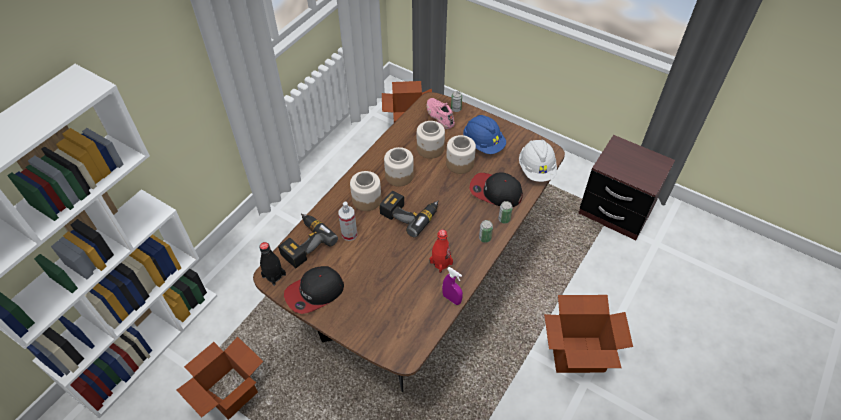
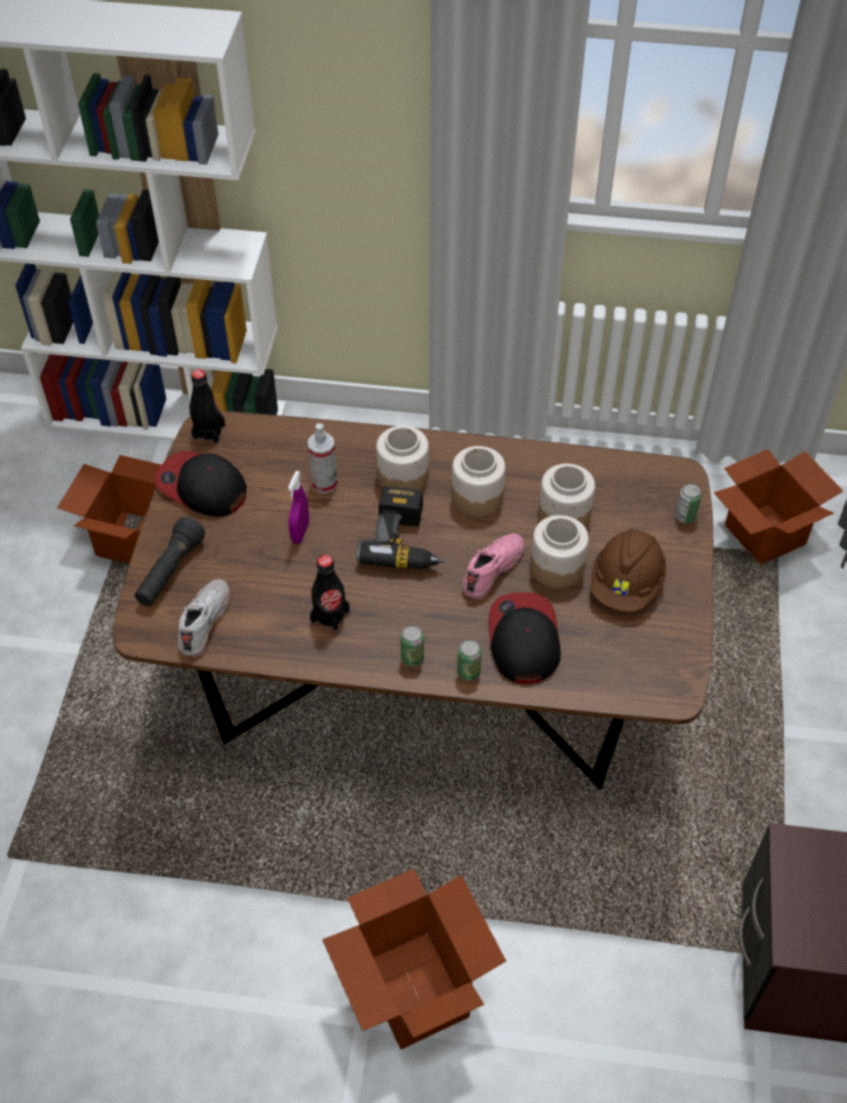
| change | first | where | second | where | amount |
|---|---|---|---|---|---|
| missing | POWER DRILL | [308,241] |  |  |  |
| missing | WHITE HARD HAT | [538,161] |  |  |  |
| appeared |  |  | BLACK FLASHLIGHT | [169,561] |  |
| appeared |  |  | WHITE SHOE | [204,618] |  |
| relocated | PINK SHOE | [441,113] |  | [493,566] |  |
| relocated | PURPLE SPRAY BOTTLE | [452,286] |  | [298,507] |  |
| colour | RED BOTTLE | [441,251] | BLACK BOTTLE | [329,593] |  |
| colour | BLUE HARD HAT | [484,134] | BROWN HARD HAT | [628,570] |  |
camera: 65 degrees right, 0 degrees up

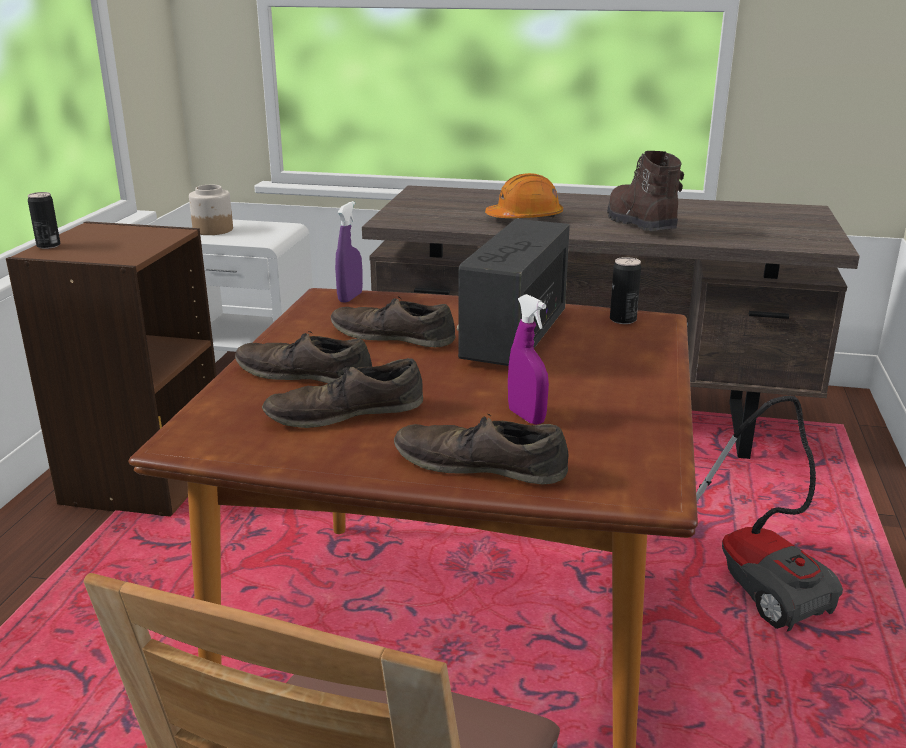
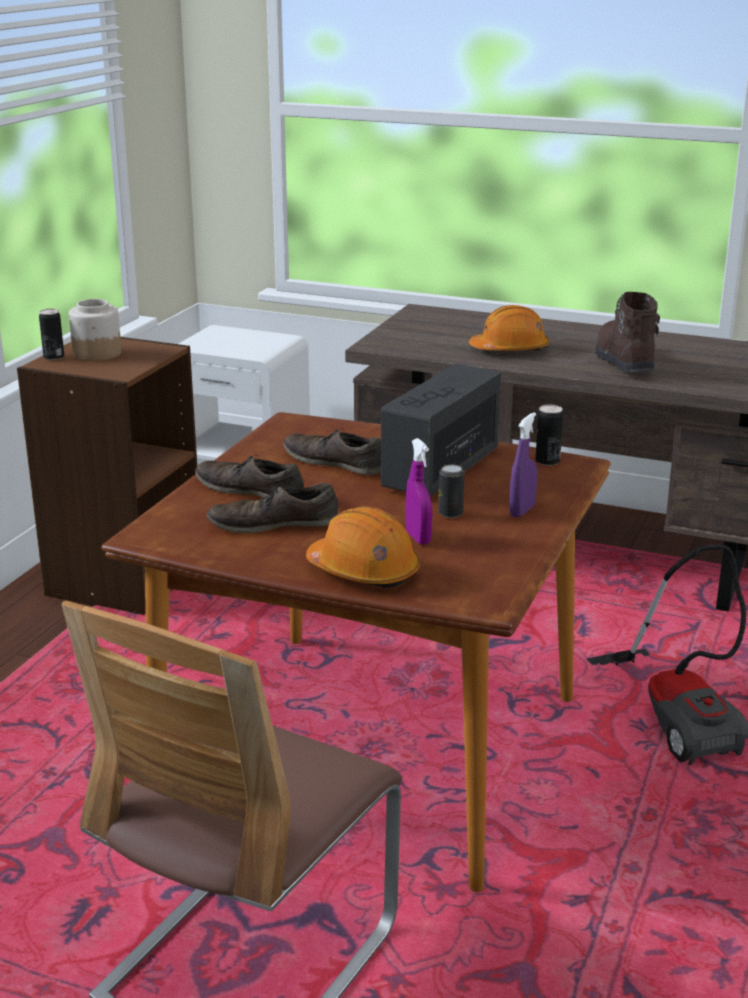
| change | first | where | second | where | amount |
|---|---|---|---|---|---|
| appeared |  |  | CAN | [451,491] |  |
| relocated | JAR | [211,210] |  | [95,330] |  |
| relocated | PURPLE SPRAY BOTTLE | [349,252] |  | [523,464] |  |
| exchanged | BROWN SHOE | [481,449] | ORANGE HARD HAT | [363,547] |  |
camera: 10 degrees right, 0 degrees up

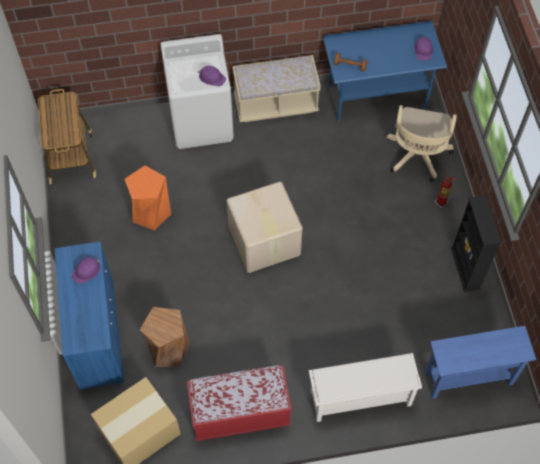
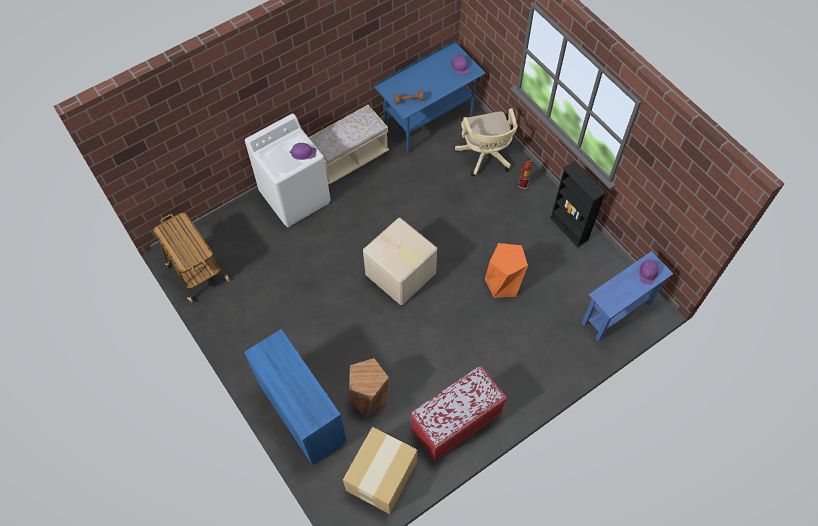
| change | first | where | second | where | amount |
|---|---|---|---|---|---|
| missing | WHITE SHOE RACK | [365,387] |  |  |  |
| relocated | PURPLE HARD HAT | [86,270] |  | [648,271] |  |
| relocated | ORANGE STOOL | [148,197] |  | [506,270] |  |
camera: 25 degrees left, 0 degrees up

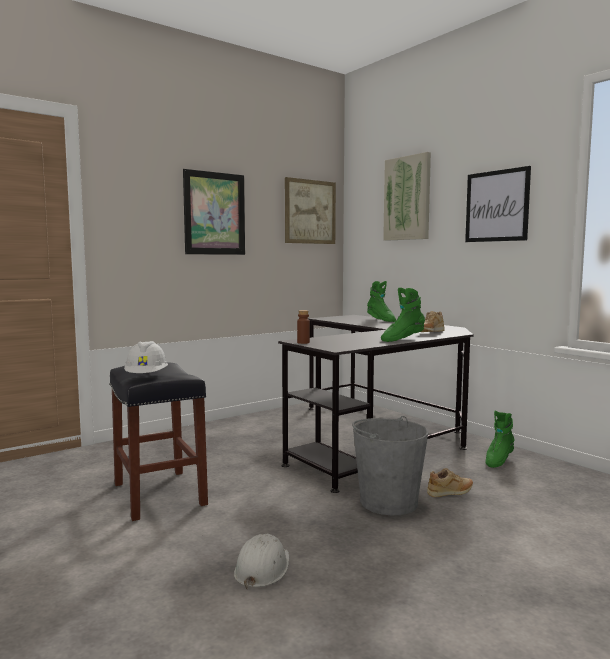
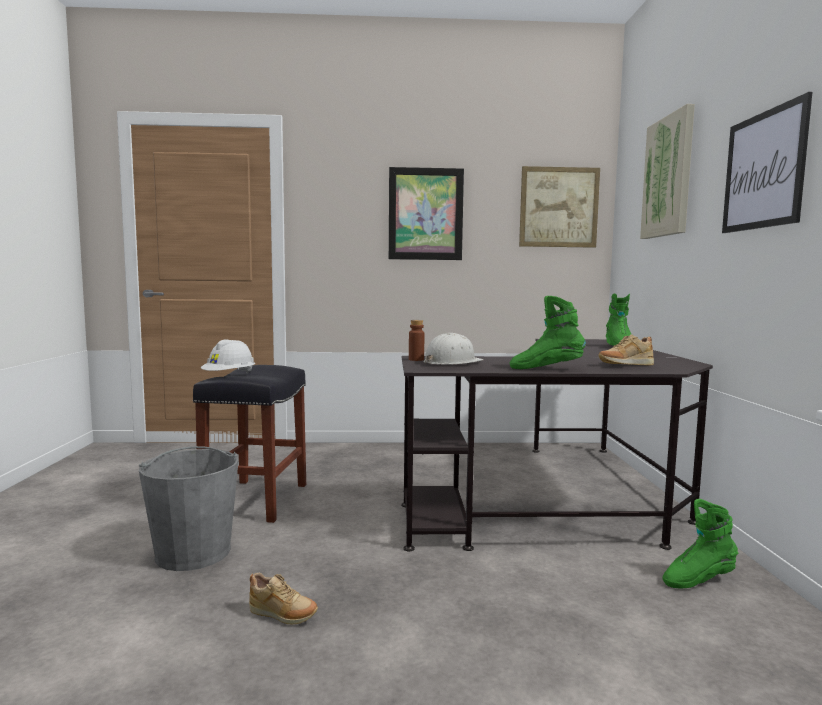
| change | first | where | second | where | amount |
|---|---|---|---|---|---|
| relocated | WHITE HARD HAT | [261,562] |  | [453,349] |  |
| relocated | GREY BUCKET | [390,465] |  | [189,508] |  |
| relocated | BEIGE SHOE | [450,482] |  | [283,598] |  |
camera: 35 degrees right, 0 degrees up

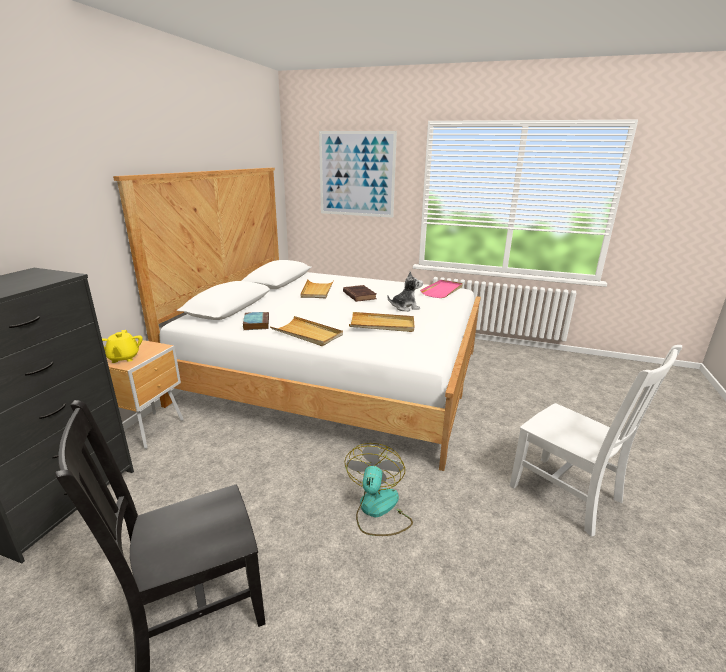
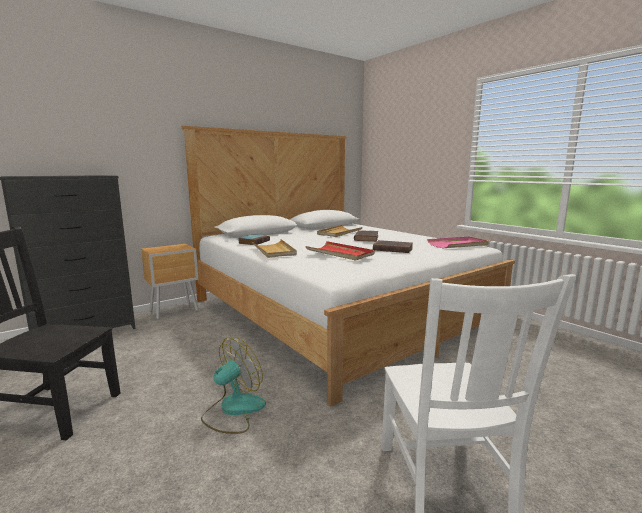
| change | first | where | second | where | amount |
|---|---|---|---|---|---|
| missing | YELLOW TEAPOT | [122,346] |  |  |  |
| missing | PICTURE | [358,174] |  |  |  |
| exchanged | PLUSH TOY | [405,291] | BROWN BOOK | [393,246] |  |
| colour | BEIGE TRAY | [381,322] | RED TRAY | [340,251] |  |
camera: 35 degrees right, 10 degrees down

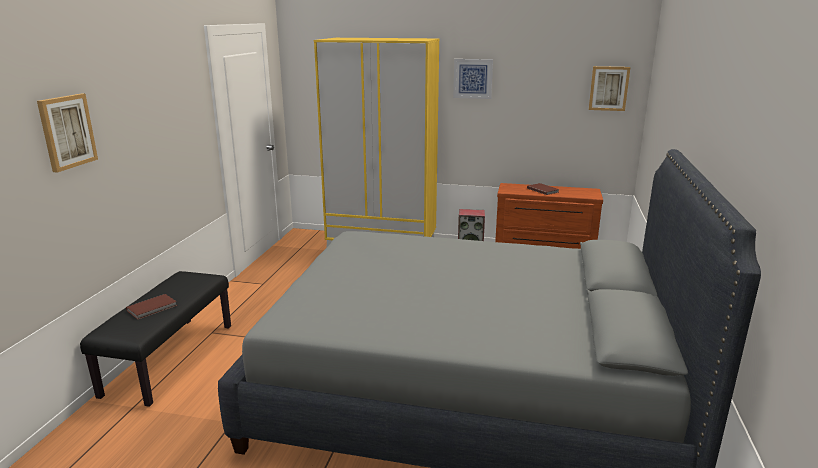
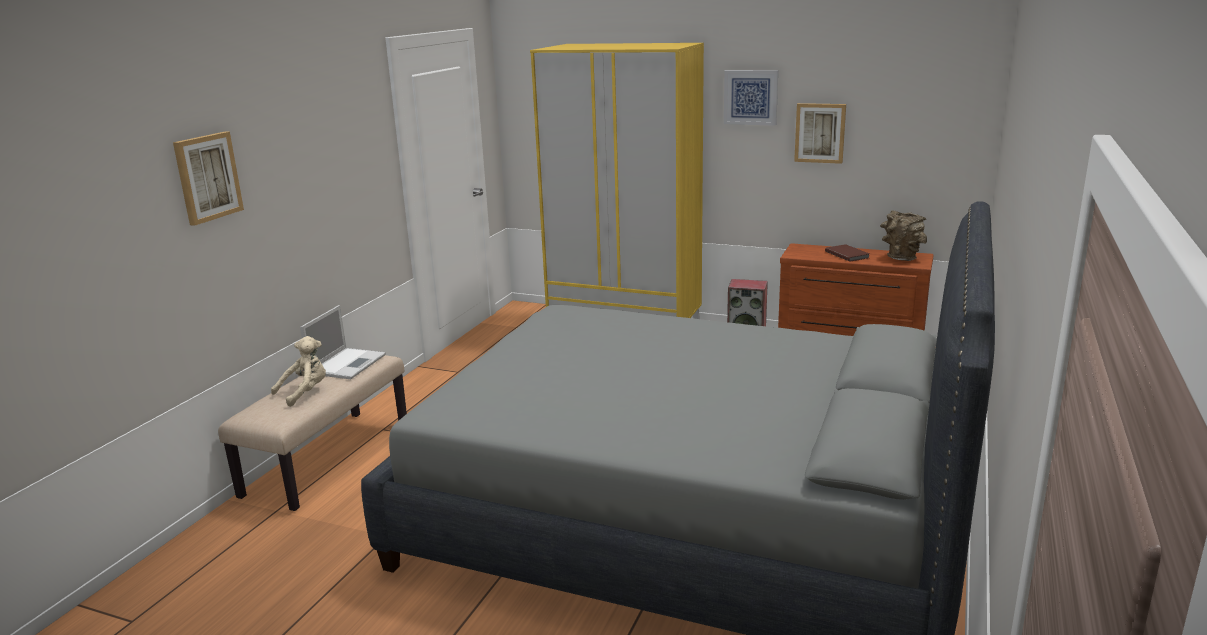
| change | first | where | second | where | amount |
|---|---|---|---|---|---|
| appeared |  |  | LAPTOP | [343,342] |  |
| appeared |  |  | BROWN VASE | [903,235] |  |
| relocated | PICTURE | [610,88] |  | [820,133] |  |
| exchanged | BROWN BOOK | [151,307] | BEIGE PLUSH TOY | [298,371] |  |
| colour | BLACK BENCH | [155,339] | BEIGE BENCH | [312,433] |  |
camera: 10 degrees right, 0 degrees up

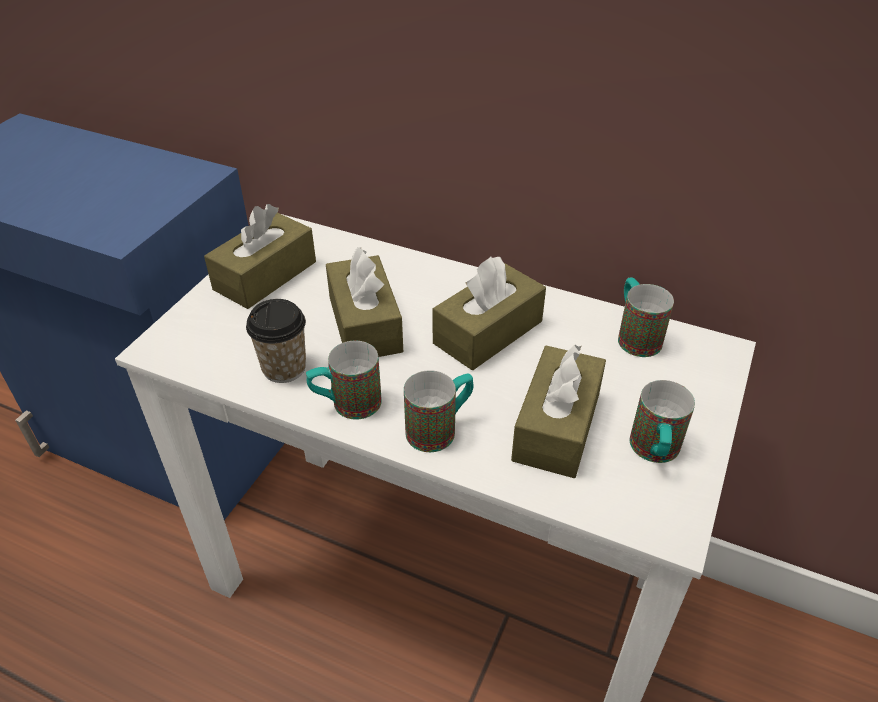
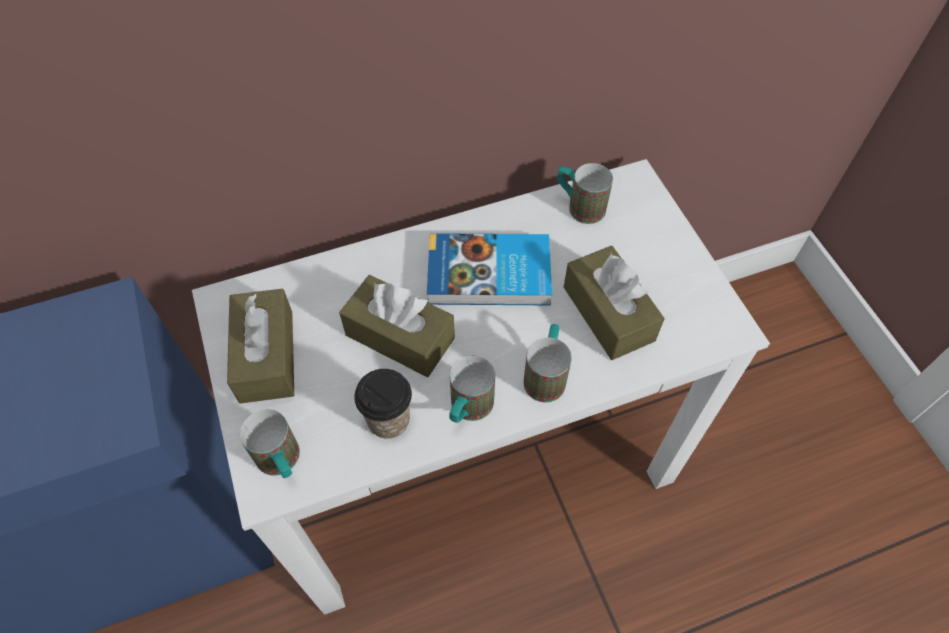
| change | first | where | second | where | amount |
|---|---|---|---|---|---|
| relocated | MUG | [662,421] |  | [270,443] |  |
| exchanged | BROWN TISSUE BOX | [489,313] | BOOK | [489,269] |  |
camera: 45 degrees left, 15 degrees up

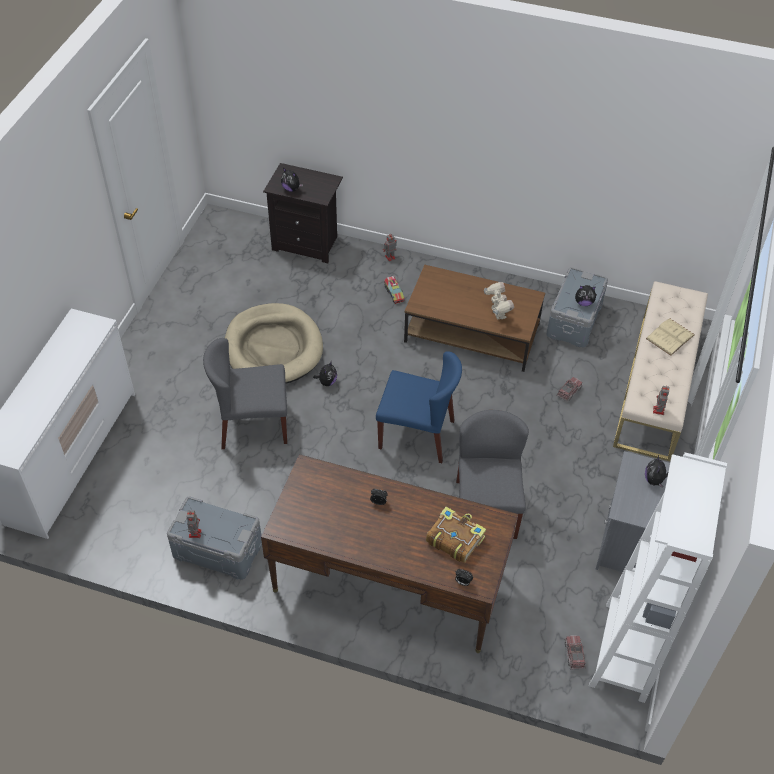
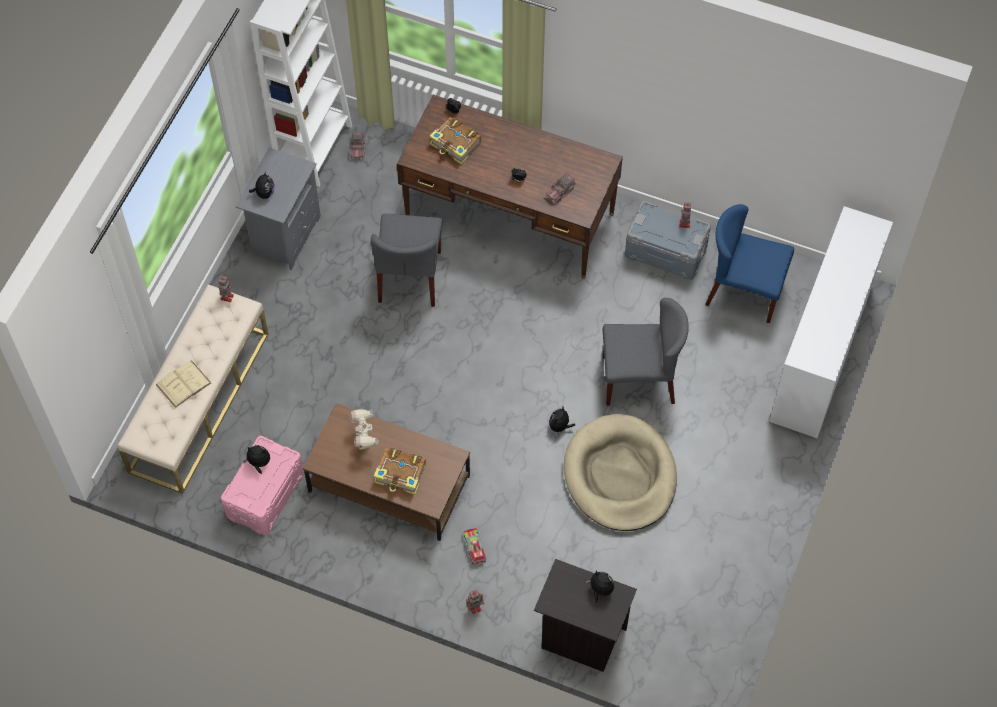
| change | first | where | second | where | amount |
|---|---|---|---|---|---|
| appeared |  |  | BOOK | [400,471] |  |
| relocated | BLUE CHAIR | [419,407] |  | [749,263] |  |
| relocated | TOY TRUCK | [569,389] |  | [561,188] |  |
| colour | GREY STORAGE BOX | [577,307] | PINK STORAGE BOX | [262,485] |  |
camera: 175 degrees left, 10 degrees up

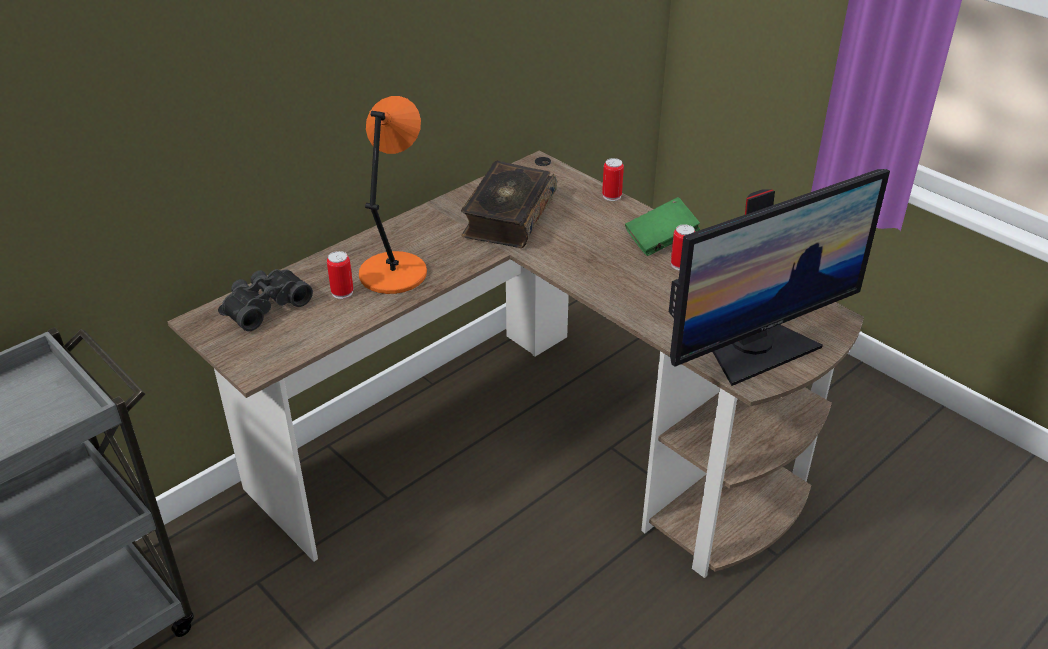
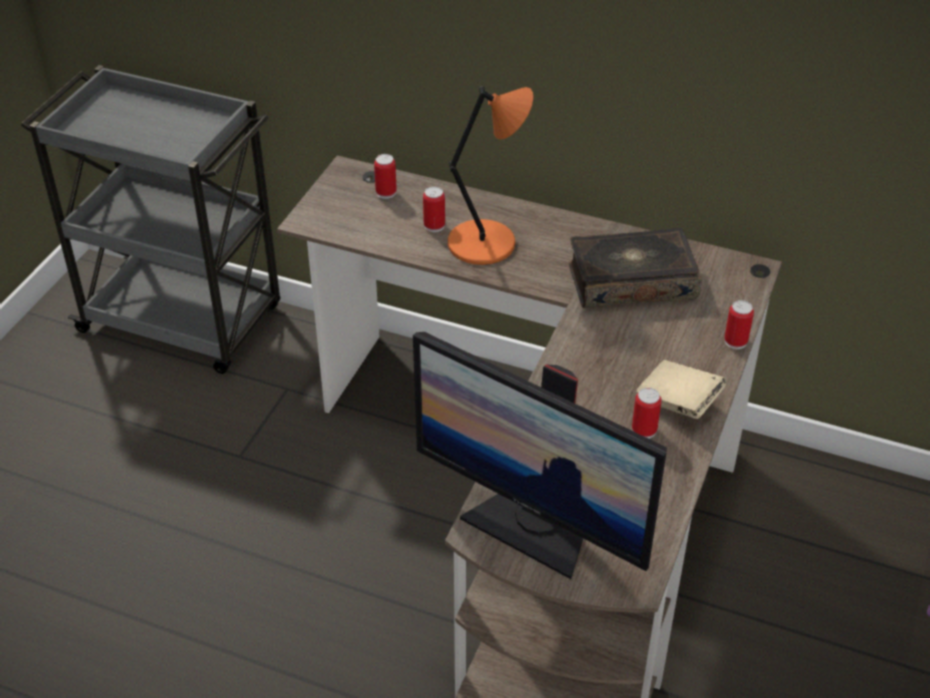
| change | first | where | second | where | amount |
|---|---|---|---|---|---|
| exchanged | BLACK BINOCULARS | [267,300] | CAN | [385,176] |  |
| colour | GREEN BOOK | [662,226] | BEIGE BOOK | [681,389] |  |
camera: 65 degrees right, 5 degrees up

